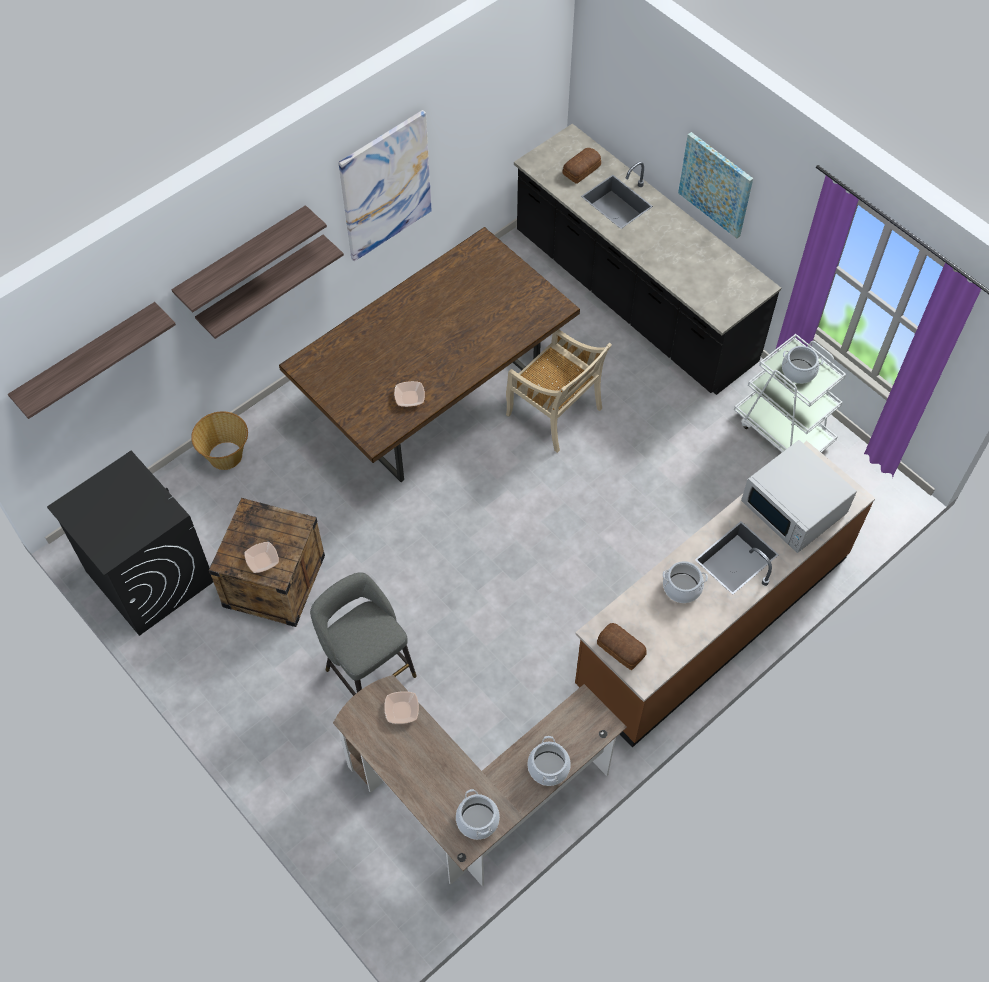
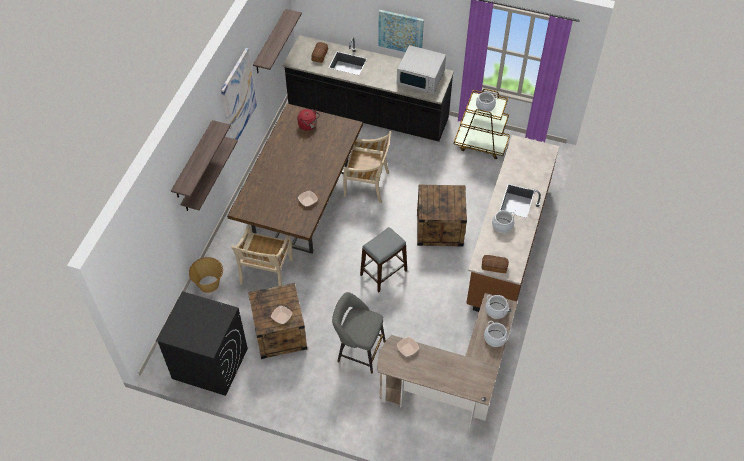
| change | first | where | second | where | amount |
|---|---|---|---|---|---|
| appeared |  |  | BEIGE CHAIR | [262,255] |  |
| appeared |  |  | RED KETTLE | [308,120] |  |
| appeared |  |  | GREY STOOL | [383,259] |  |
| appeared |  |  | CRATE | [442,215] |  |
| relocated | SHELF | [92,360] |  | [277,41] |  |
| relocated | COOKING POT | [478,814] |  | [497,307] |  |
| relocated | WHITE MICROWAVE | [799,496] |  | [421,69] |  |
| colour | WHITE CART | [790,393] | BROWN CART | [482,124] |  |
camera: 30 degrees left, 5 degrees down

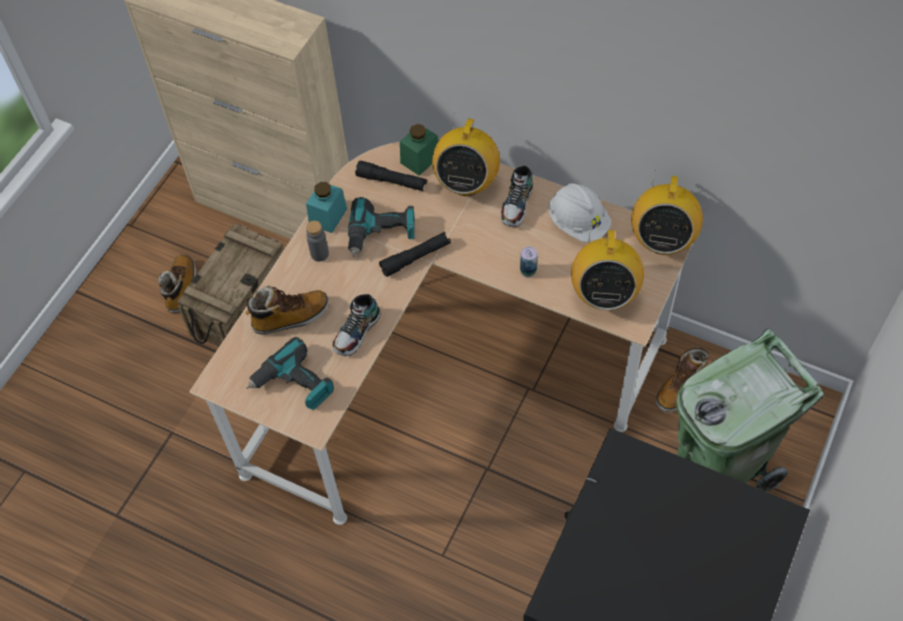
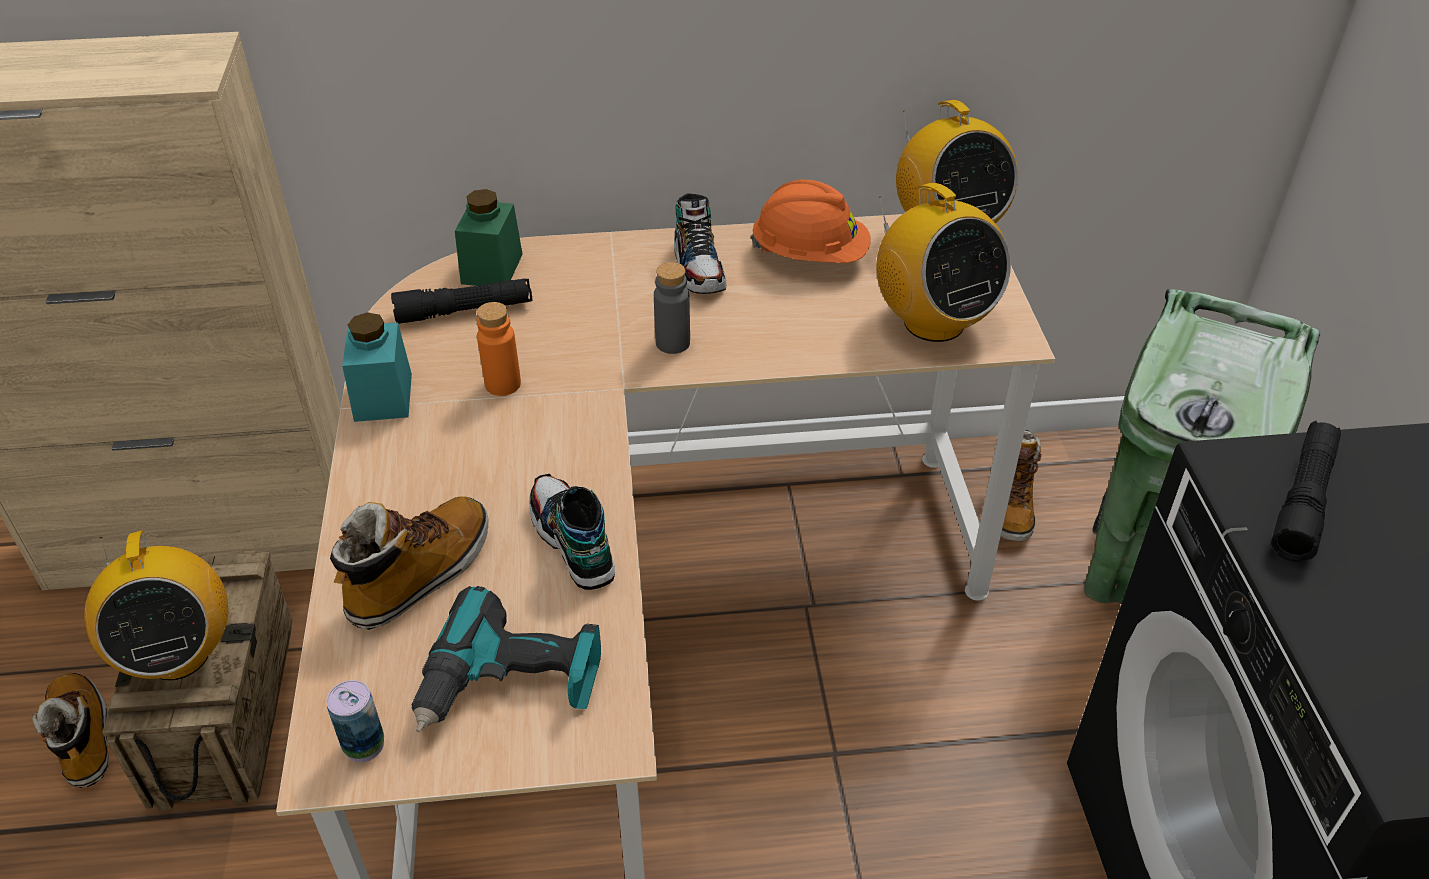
| change | first | where | second | where | amount |
|---|---|---|---|---|---|
| relocated | GREY BOTTLE | [317,241] |  | [672,308] |  |
| relocated | BLACK FLASHLIGHT | [415,254] |  | [1306,491] |  |
| relocated | RADIO | [466,157] |  | [156,605] |  |
| relocated | CAN | [529,262] |  | [355,721] |  |
| exchanged | POWER DRILL | [381,227] | ORANGE BOTTLE | [499,349] |  |
| colour | WHITE HARD HAT | [580,212] | ORANGE HARD HAT | [810,221] |  |
| spun | SHOE | [356,325] |  | [572,531] | 150 degrees clockwise |
camera: 35 degrees left, 15 degrees down

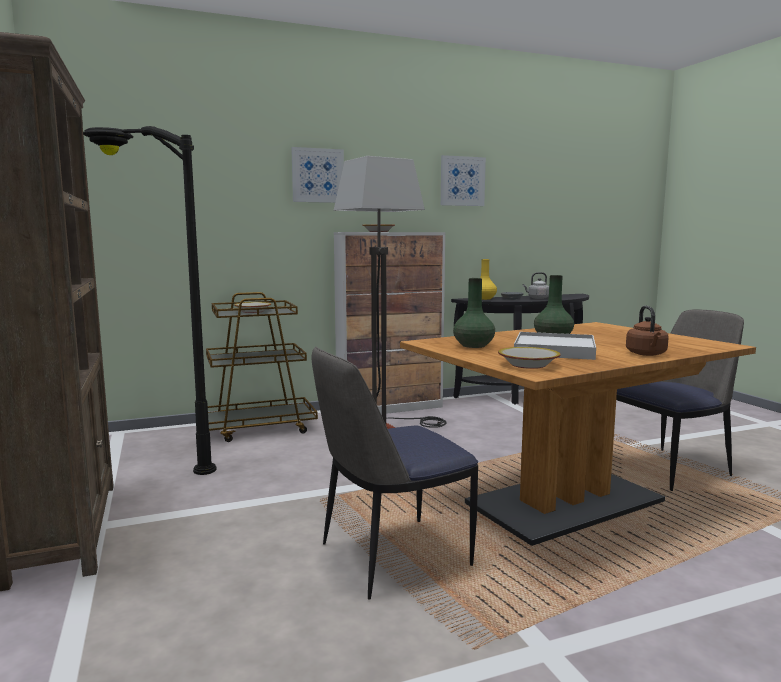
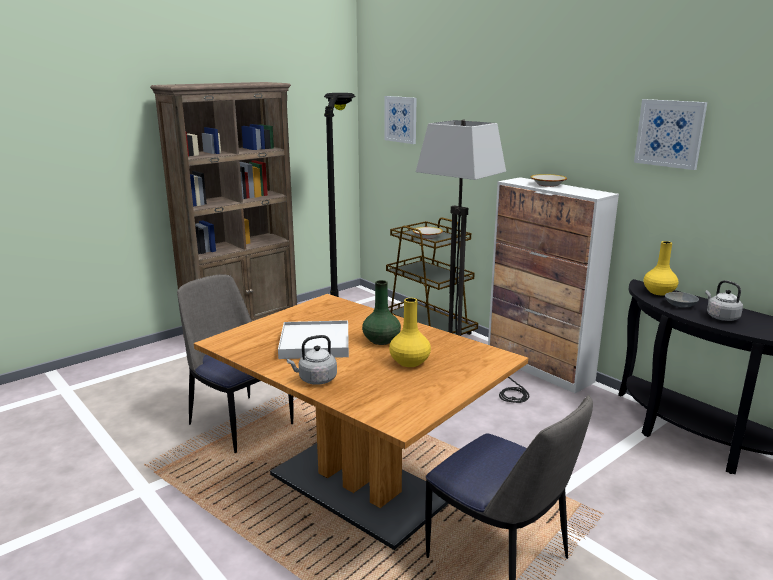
| change | first | where | second | where | amount |
|---|---|---|---|---|---|
| missing | GREEN VASE | [474,313] |  |  |  |
| missing | BOWL | [529,358] |  |  |  |
| appeared |  |  | YELLOW VASE | [410,332] |  |
| relocated | PICTURE | [317,175] |  | [400,120] |  |
| colour | BROWN KETTLE | [647,331] | GREY KETTLE | [312,360] |  |
camera: 70 degrees right, 10 degrees up

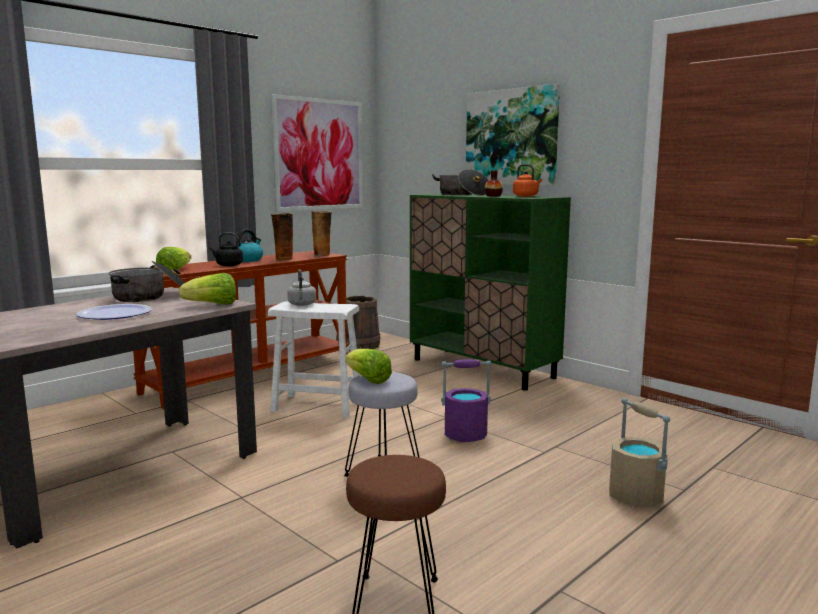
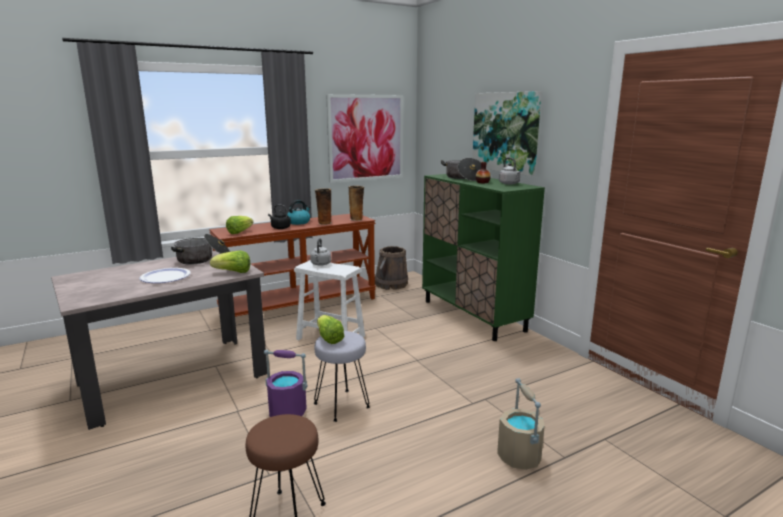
| change | first | where | second | where | amount |
|---|---|---|---|---|---|
| relocated | PURPLE BUCKET | [466,400] |  | [286,383] |  |
| colour | ORANGE KETTLE | [527,180] | GREY KETTLE | [510,171] |  |
camera: 15 degrees right, 5 degrees up

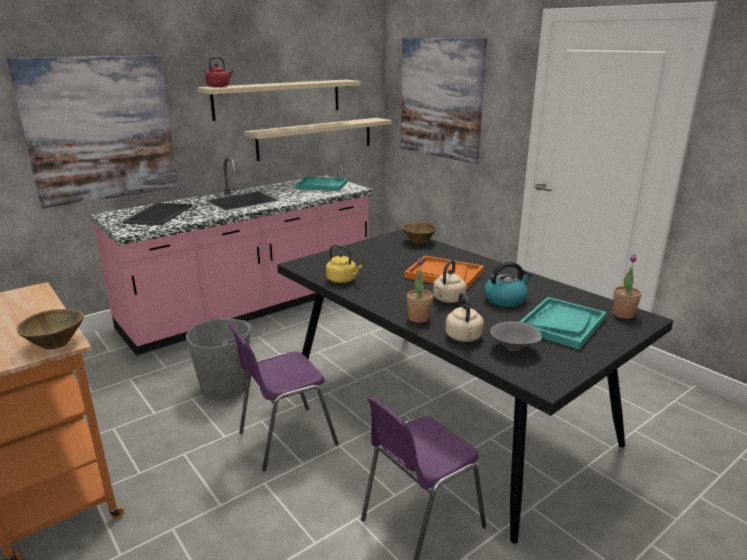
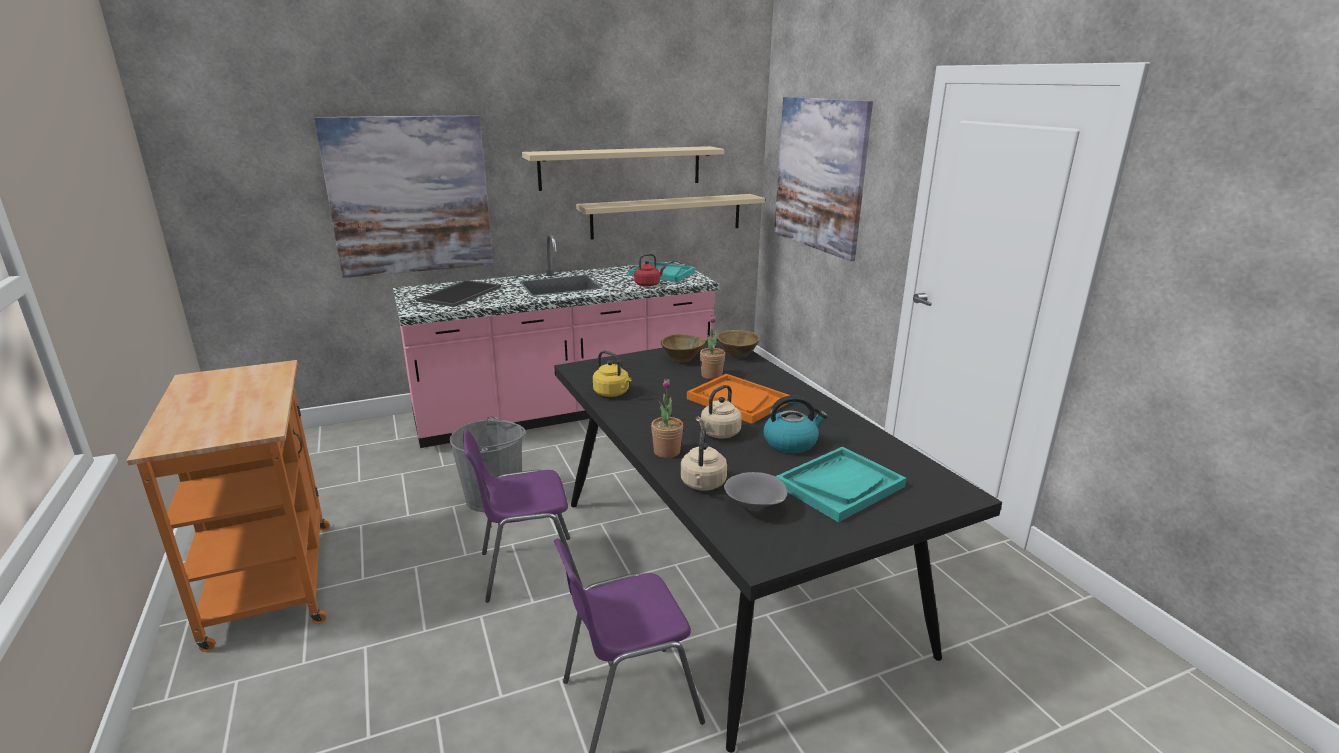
| change | first | where | second | where | amount |
|---|---|---|---|---|---|
| relocated | BROWN BOWL | [50,329] |  | [683,348] |  |
| relocated | RED KETTLE | [219,72] |  | [650,270] |  |
| relocated | POTTED PLANT | [627,286] |  | [712,347] |  |
camera: 15 degrees right, 0 degrees up

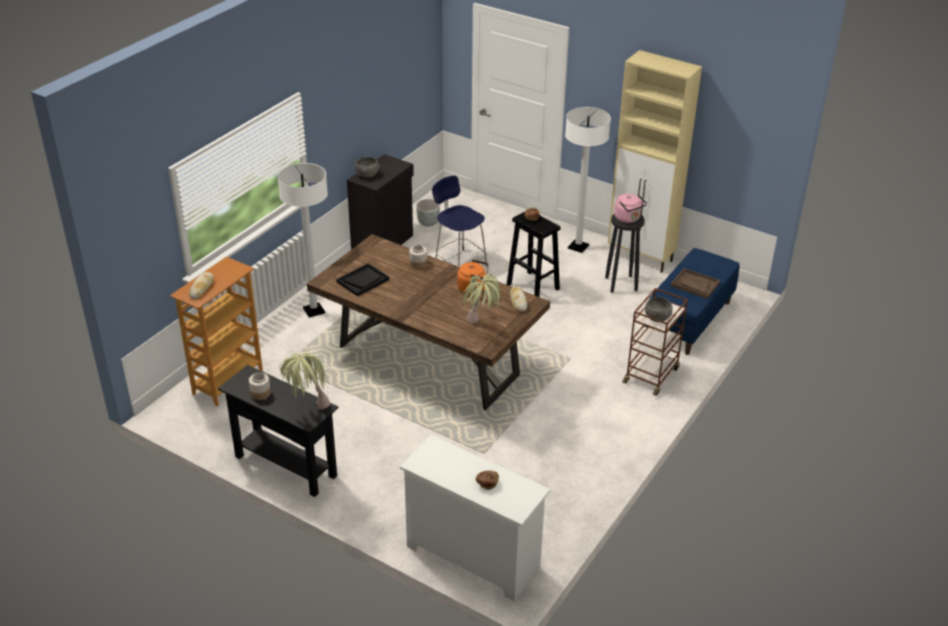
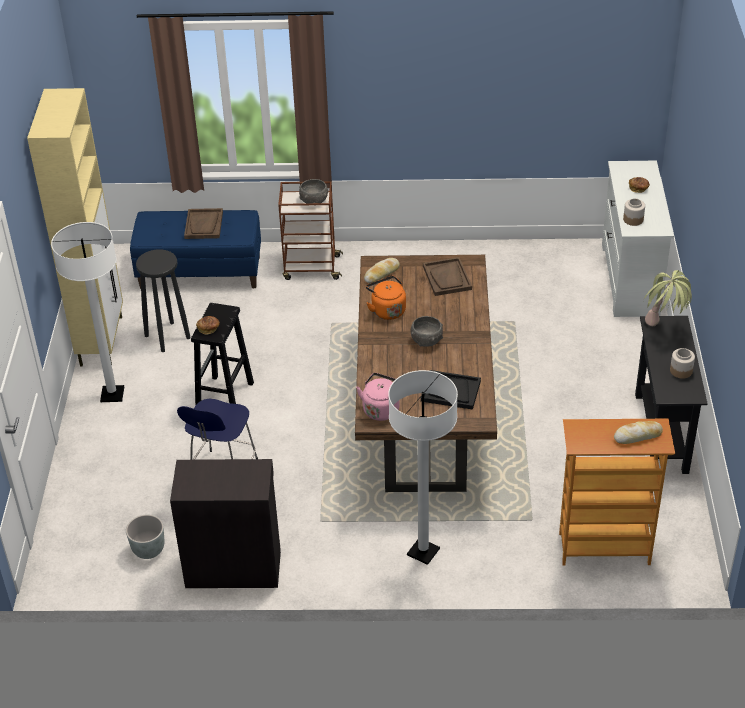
| change | first | where | second | where | amount |
|---|---|---|---|---|---|
| relocated | GREY BOWL | [367,167] |  | [426,331] |  |
| relocated | JAR | [418,257] |  | [634,212] |  |
| relocated | PINK KETTLE | [630,208] |  | [378,397] |  |
| exchanged | POTTED PLANT | [481,299] | BROWN TRAY | [447,276] |  |
camera: 120 degrees left, 5 degrees up

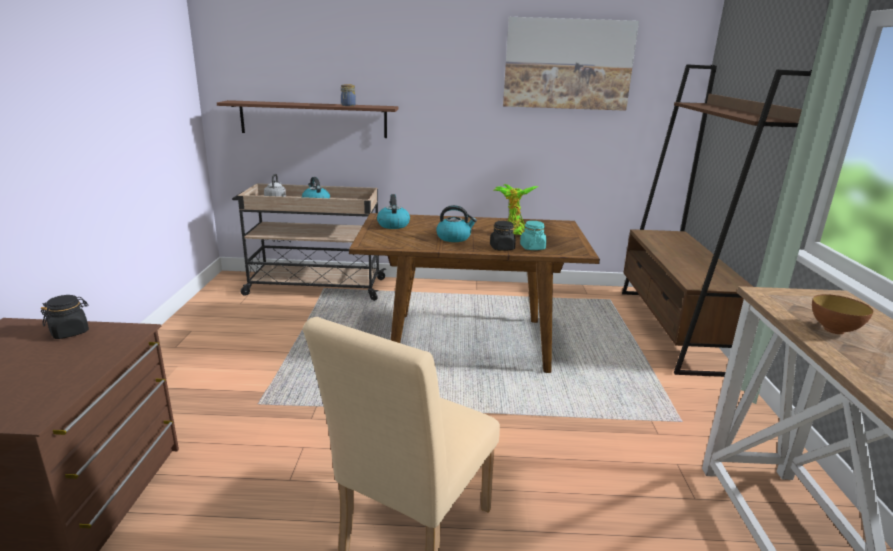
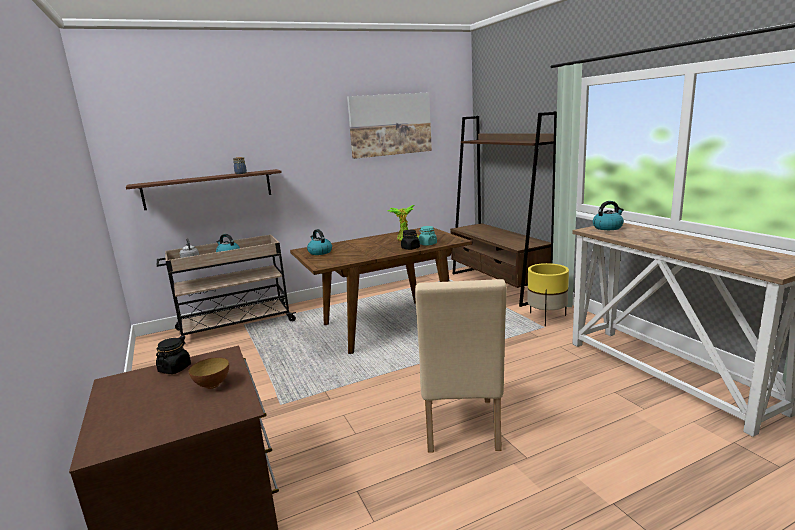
| change | first | where | second | where | amount |
|---|---|---|---|---|---|
| appeared |  |  | YELLOW PLANTER | [548,294] |  |
| relocated | KETTLE | [456,223] |  | [608,215] |  |
| relocated | BOWL | [842,314] |  | [209,373] |  |
camera: 25 degrees left, 5 degrees down

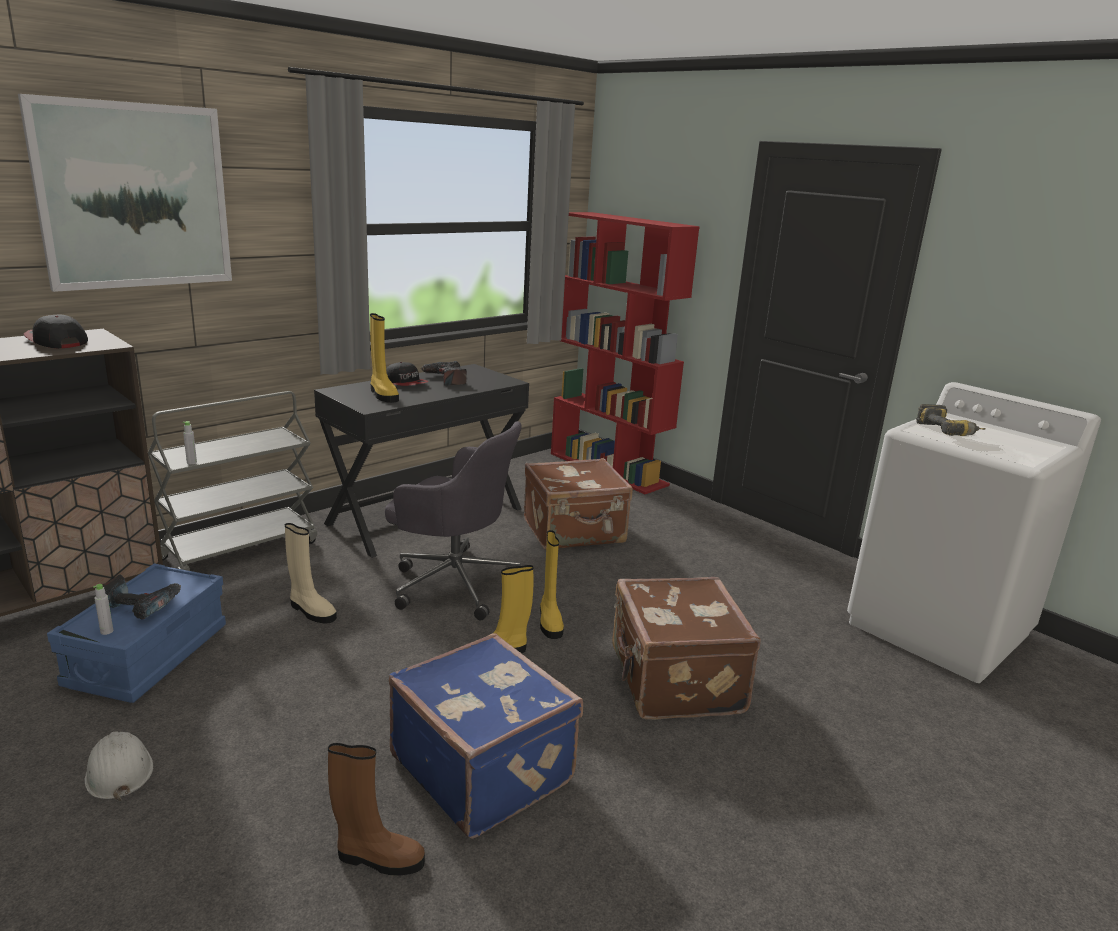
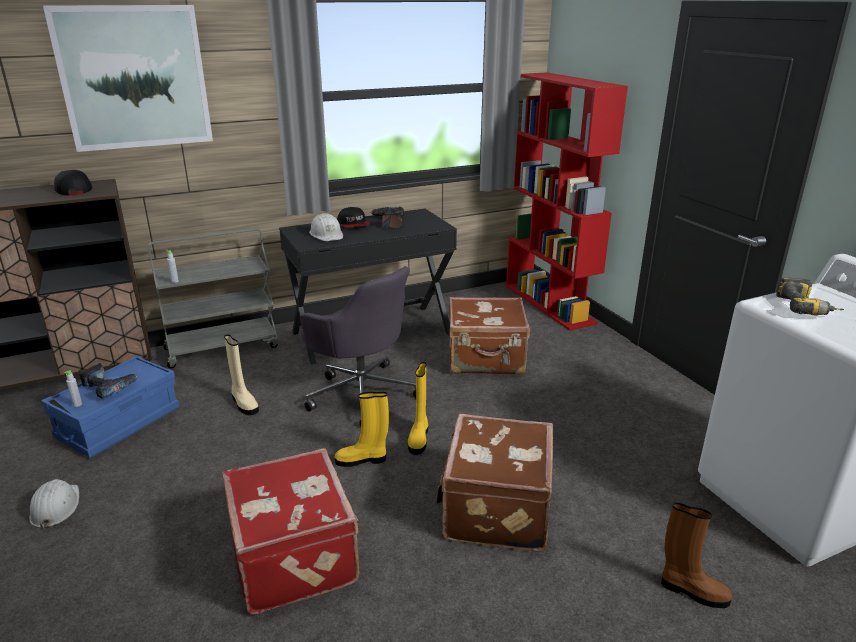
| change | first | where | second | where | amount |
|---|---|---|---|---|---|
| relocated | BROWN BOOT | [376,809] |  | [696,555] |  |
| exchanged | YELLOW BOOT | [384,358] | WHITE HARD HAT | [326,227] |  |
| colour | BLUE SUITCASE | [486,736] | RED SUITCASE | [291,531] |  |
camera: 20 degrees right, 5 degrees up

